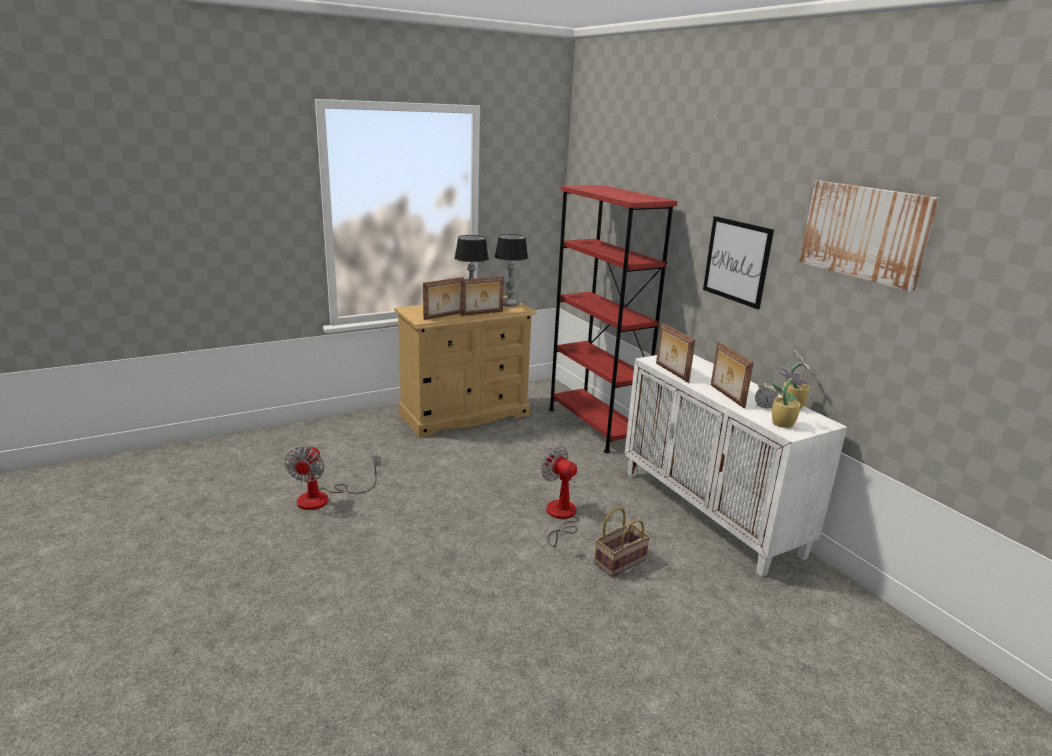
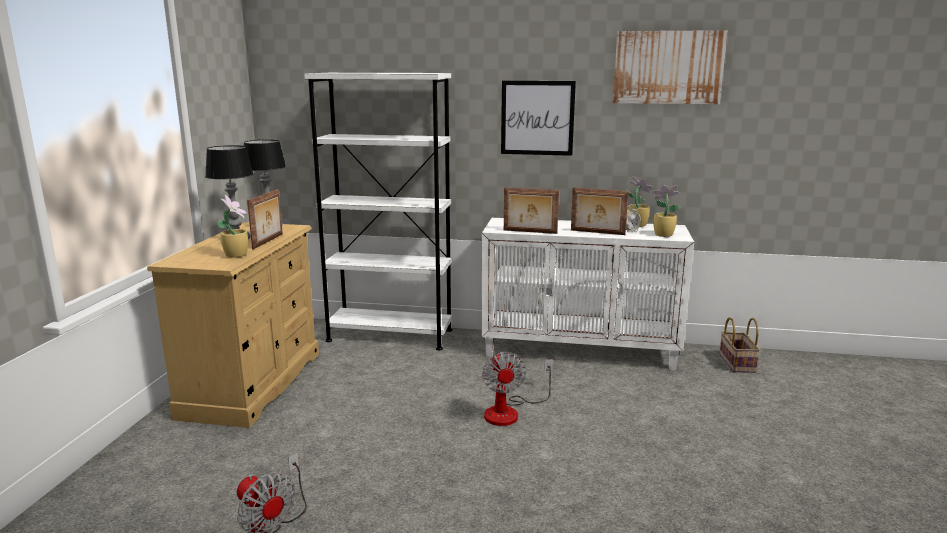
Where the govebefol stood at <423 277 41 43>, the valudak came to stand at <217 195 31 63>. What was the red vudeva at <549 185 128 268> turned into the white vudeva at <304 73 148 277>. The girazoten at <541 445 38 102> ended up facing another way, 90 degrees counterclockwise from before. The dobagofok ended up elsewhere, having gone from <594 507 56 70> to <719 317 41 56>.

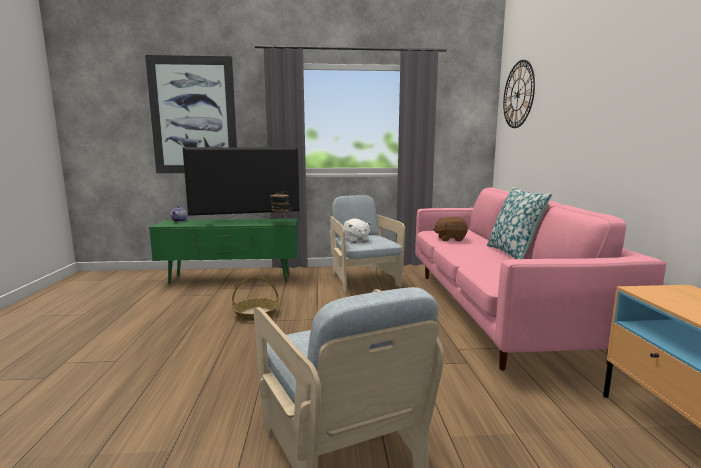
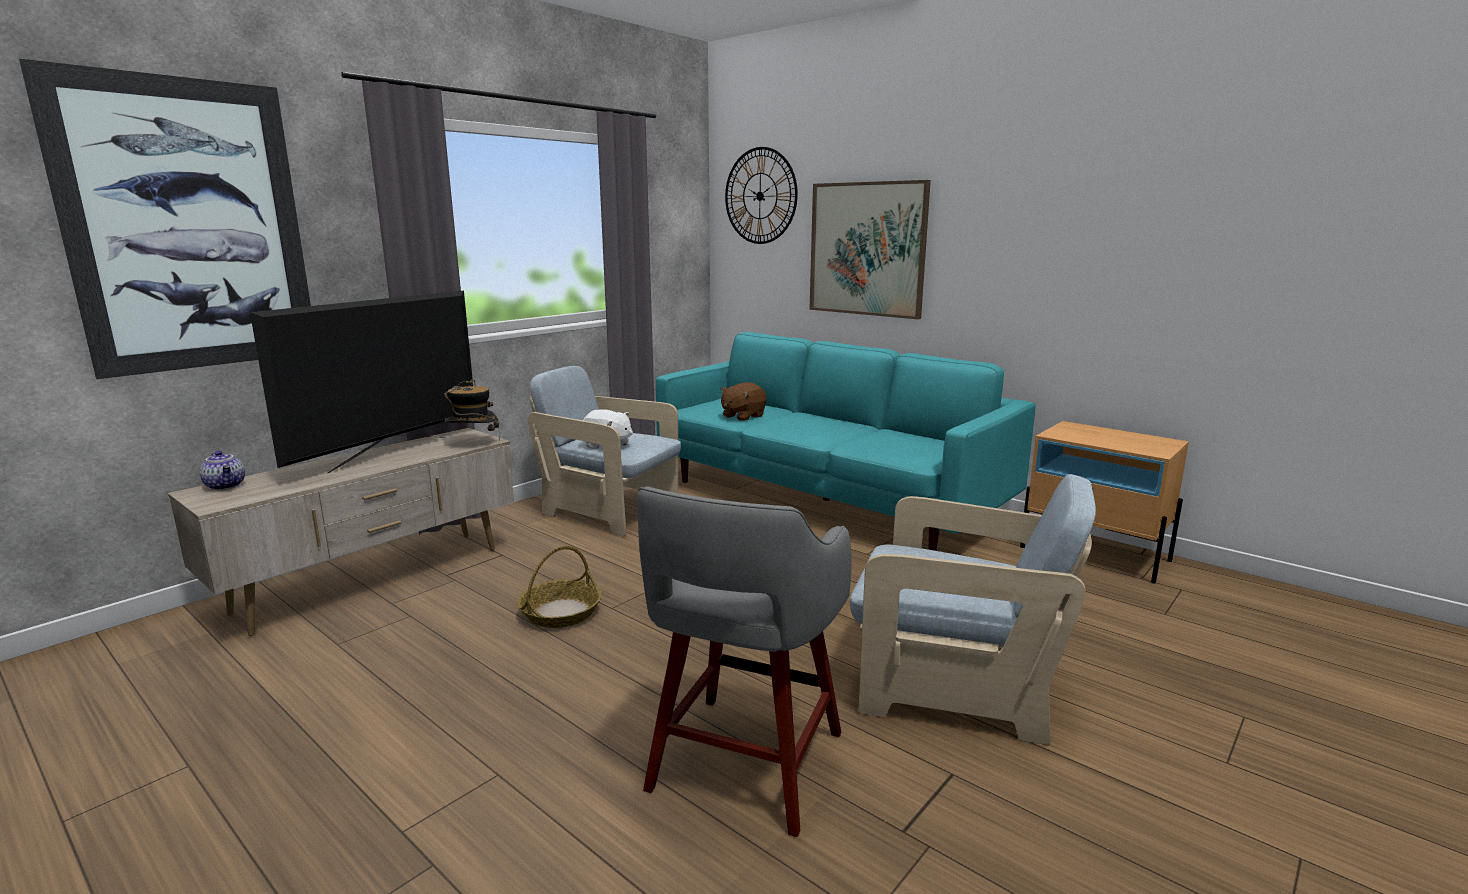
What was the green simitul at <149 219 149 65> turned into the beige simitul at <168 428 346 208>. The second view gained the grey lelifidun at <637 486 215 351>. What was the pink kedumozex at <415 187 251 184> turned into the turquoise kedumozex at <656 332 380 219>. The second view gained the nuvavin at <809 180 122 139>. The second view lost the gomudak at <487 187 65 72>.

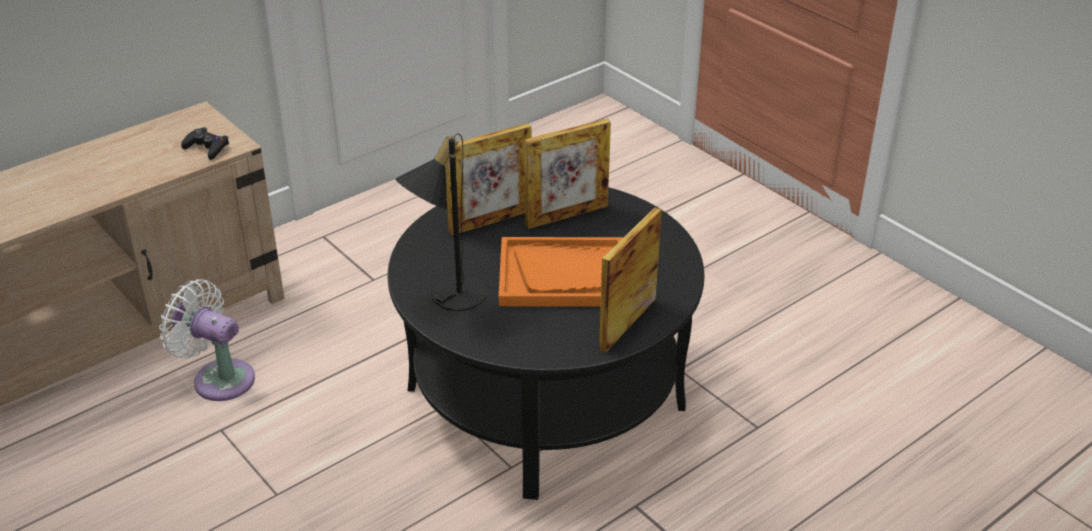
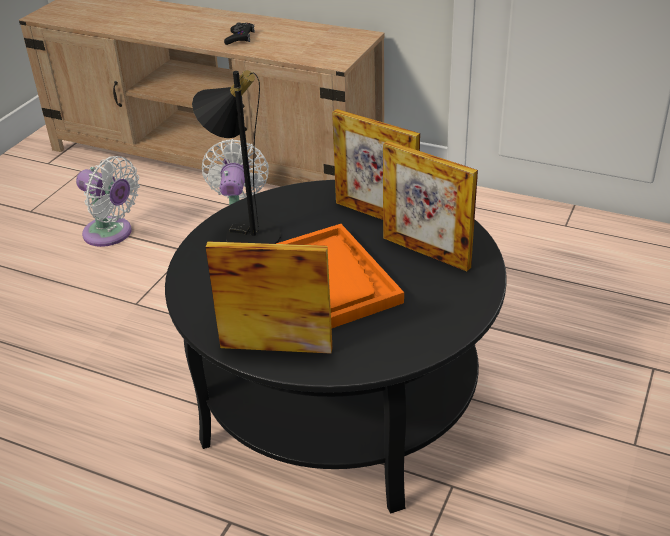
The second view gained the white girazoten at <76 156 64 91>. The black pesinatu ended up elsewhere, having gone from <181 127 48 33> to <224 23 31 22>.

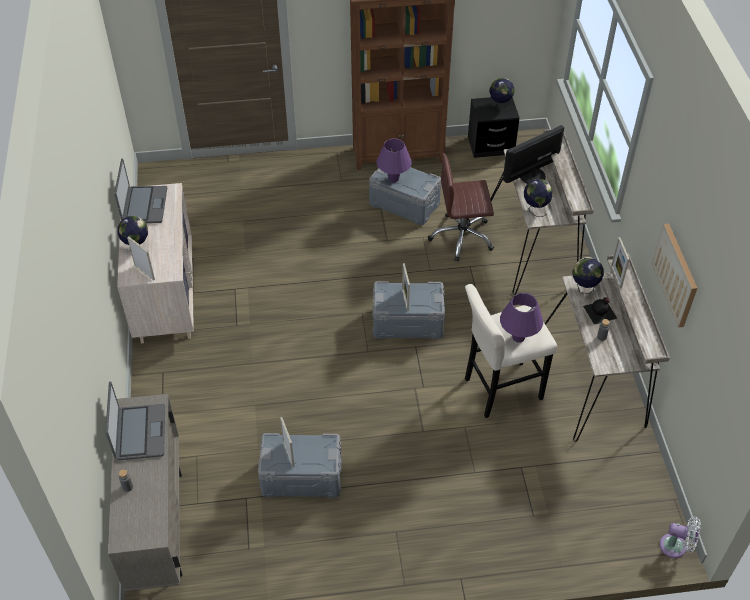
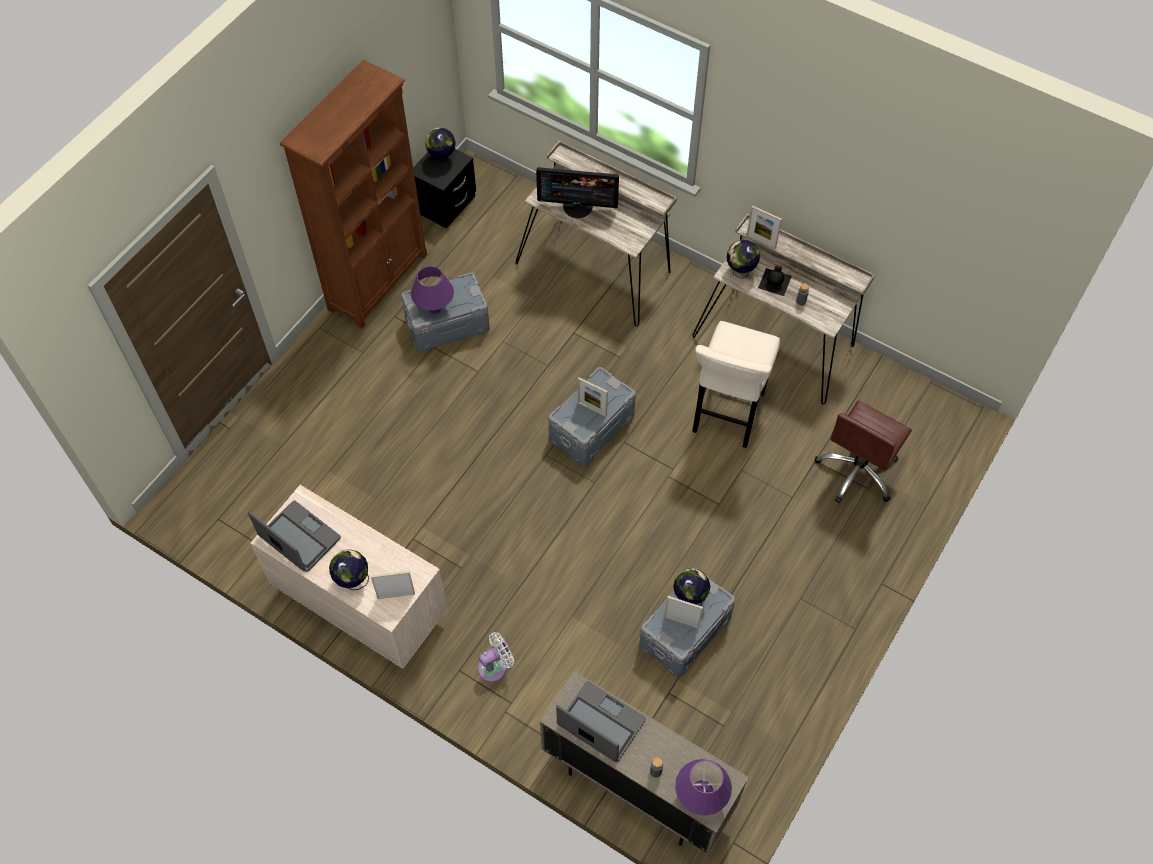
The white girazoten ended up elsewhere, having gone from <659 517 42 41> to <478 632 36 50>. The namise at <503 125 61 59> ended up facing another way, 90 degrees counterclockwise from before. The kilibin ended up elsewhere, having gone from <524 179 29 38> to <673 568 37 38>. The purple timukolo ended up elsewhere, having gone from <500 293 43 50> to <675 759 57 56>. The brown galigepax ended up elsewhere, having gone from <428 153 66 109> to <815 401 97 102>. The second view lost the nuvavin at <652 224 45 104>.

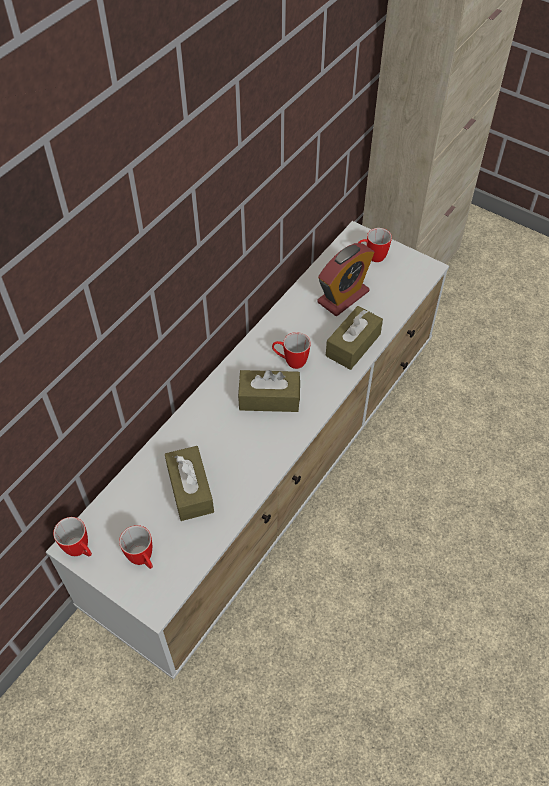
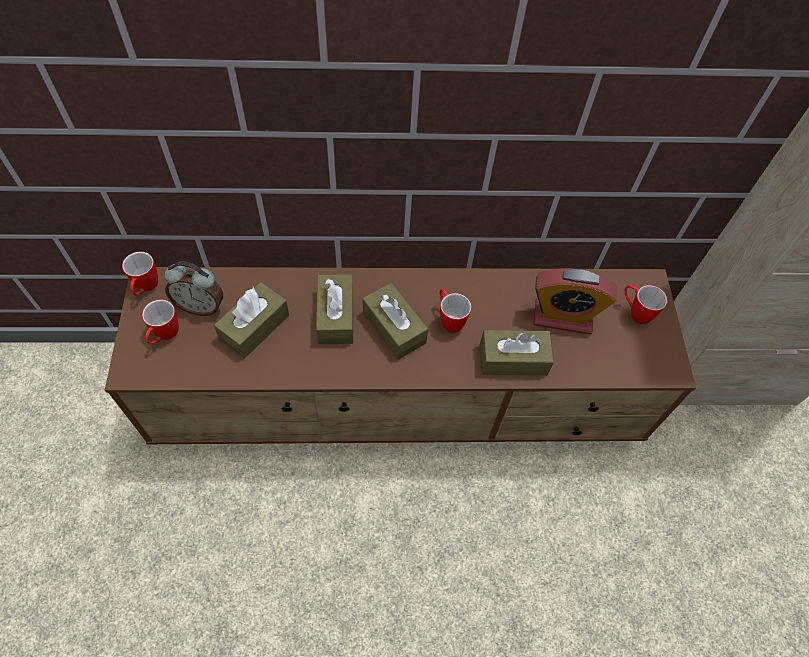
What was the white simitul at <46 221 403 458> turned into the brown simitul at <105 267 591 177>. The second view gained the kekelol at <165 261 58 55>. The second view gained the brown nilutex at <316 274 37 70>.

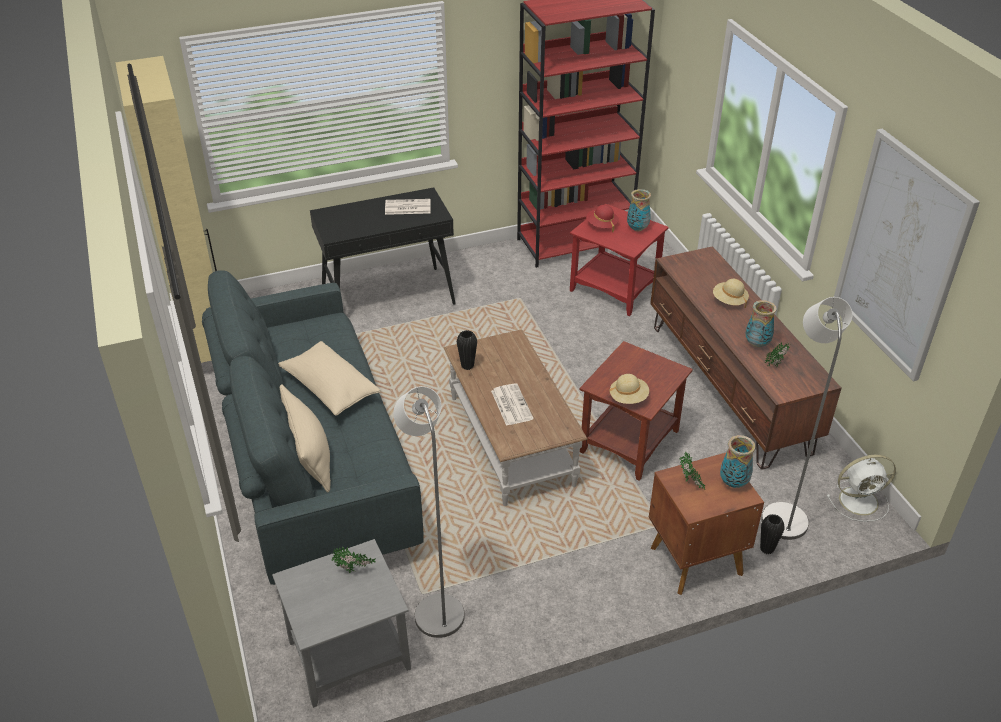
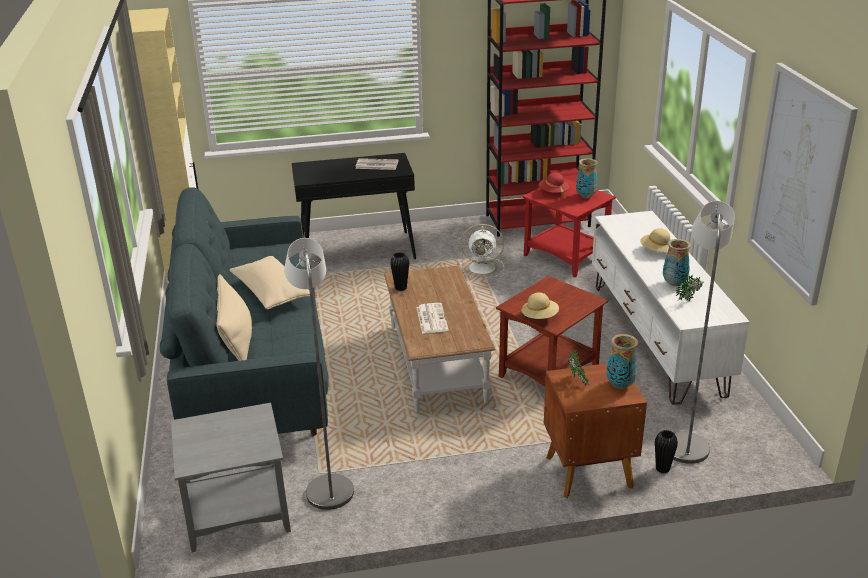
The white girazoten ended up elsewhere, having gone from <827 454 69 68> to <460 224 44 54>. What was the brown simitul at <650 246 191 224> turned into the white simitul at <592 211 158 194>. The second view lost the valudak at <332 546 44 27>.

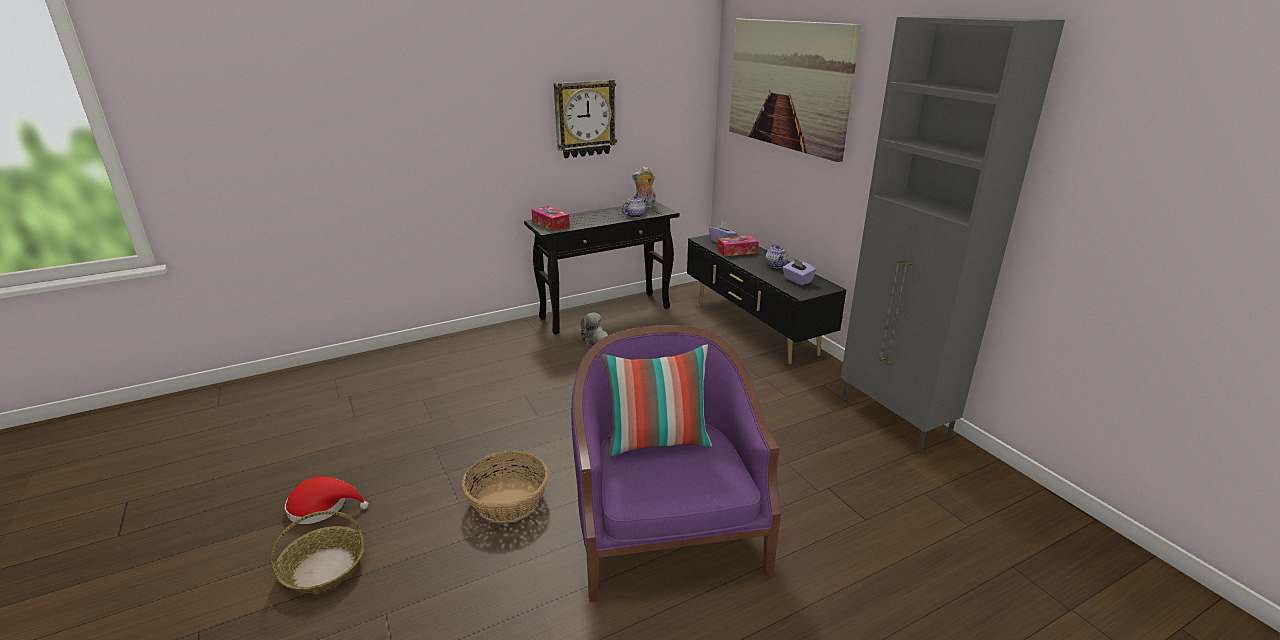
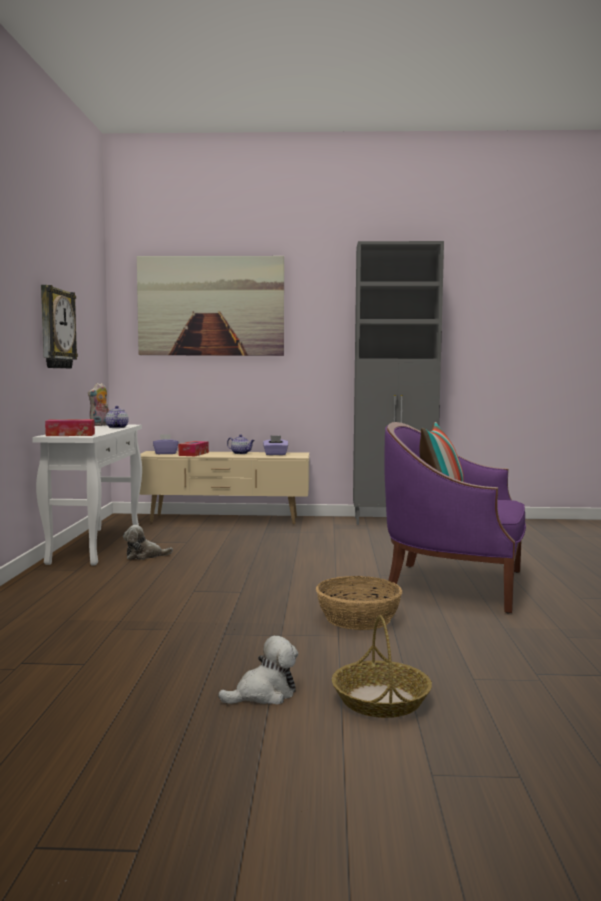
What was the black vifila at <524 201 155 133> turned into the white vifila at <32 425 110 140>. What was the black simitul at <687 235 160 130> turned into the beige simitul at <139 451 170 73>. Where the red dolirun stood at <285 476 84 48>, the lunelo came to stand at <218 636 80 69>.

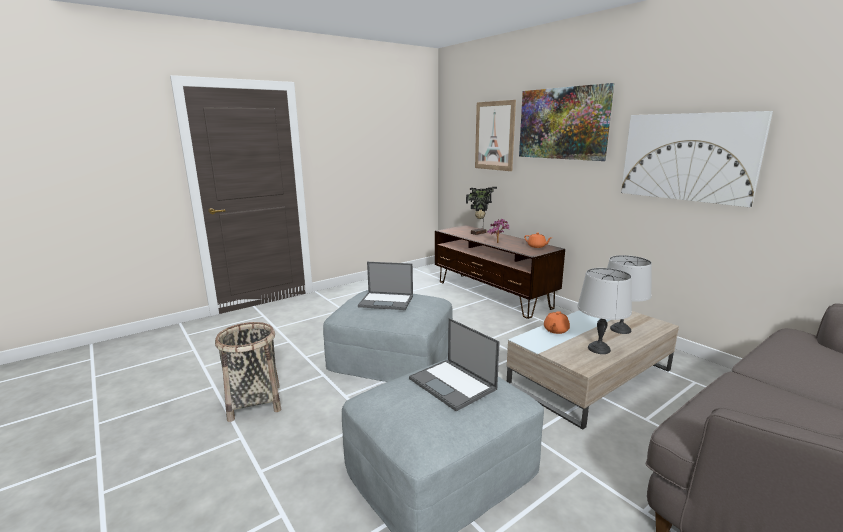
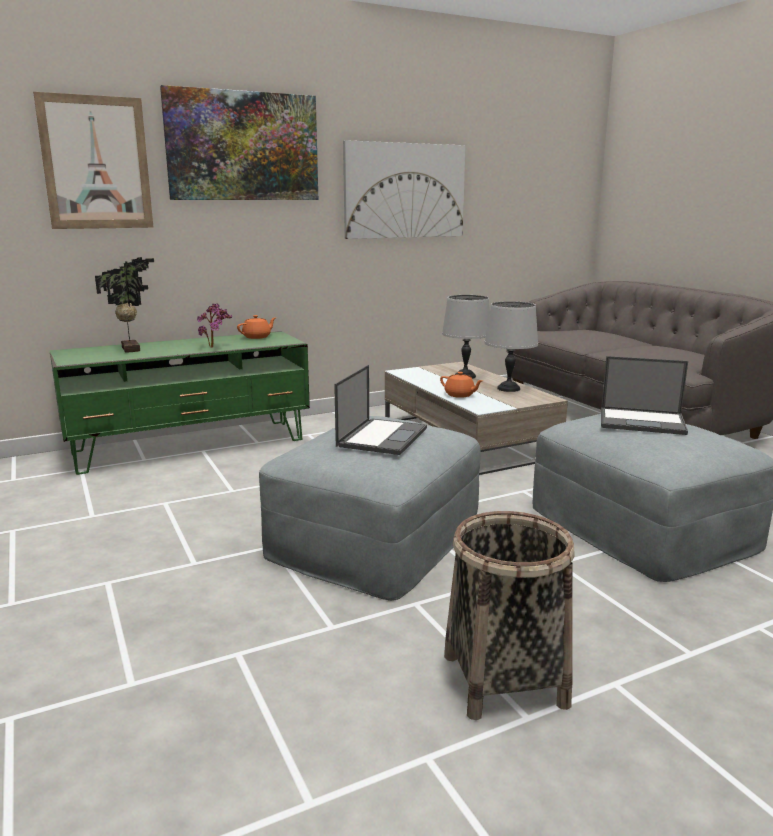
What was the brown simitul at <435 225 130 94> turned into the green simitul at <49 331 261 144>. The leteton at <409 318 91 93> ended up facing another way, 45 degrees clockwise from before.

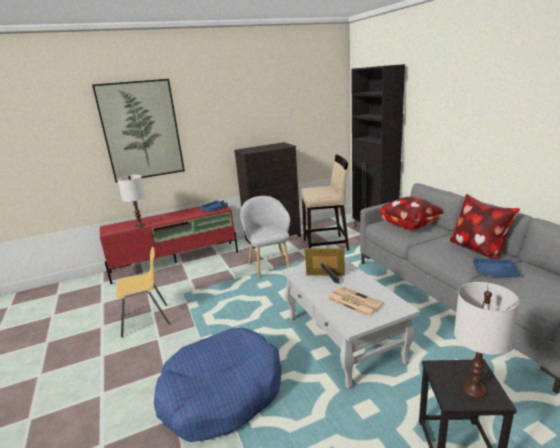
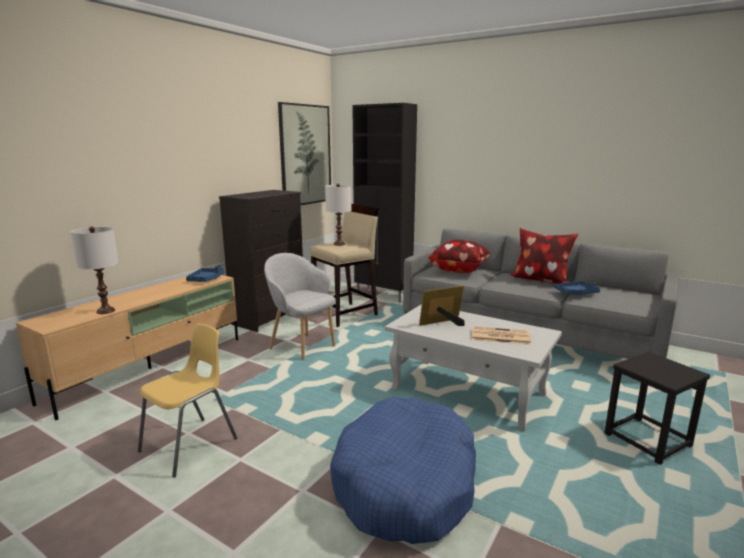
What was the red simitul at <100 206 138 78> turned into the beige simitul at <16 275 222 145>. The nuvavin ended up elsewhere, having gone from <92 79 93 103> to <278 102 53 103>. The white timukolo ended up elsewhere, having gone from <454 282 65 116> to <325 183 27 63>.

